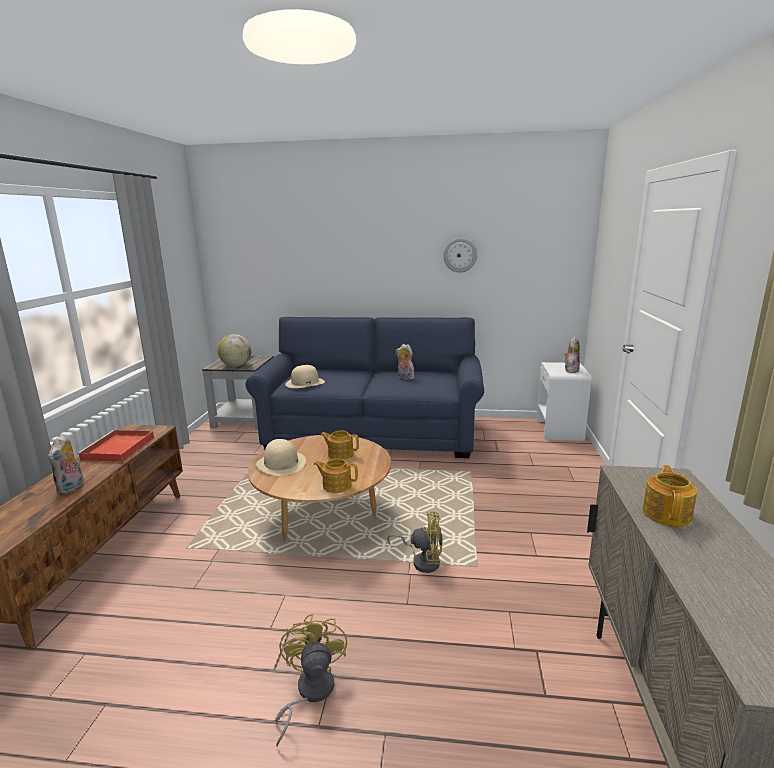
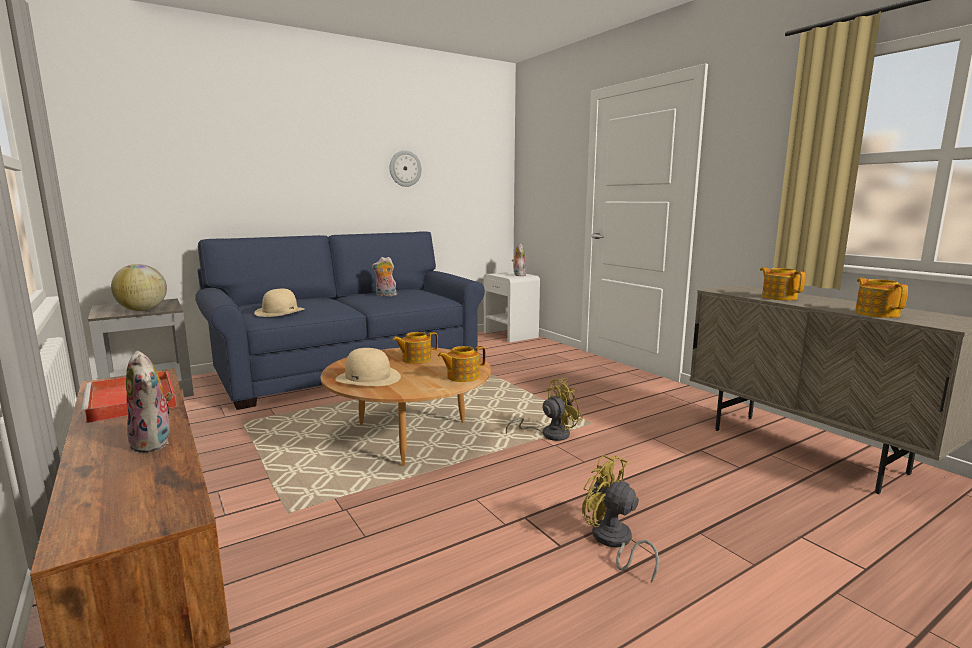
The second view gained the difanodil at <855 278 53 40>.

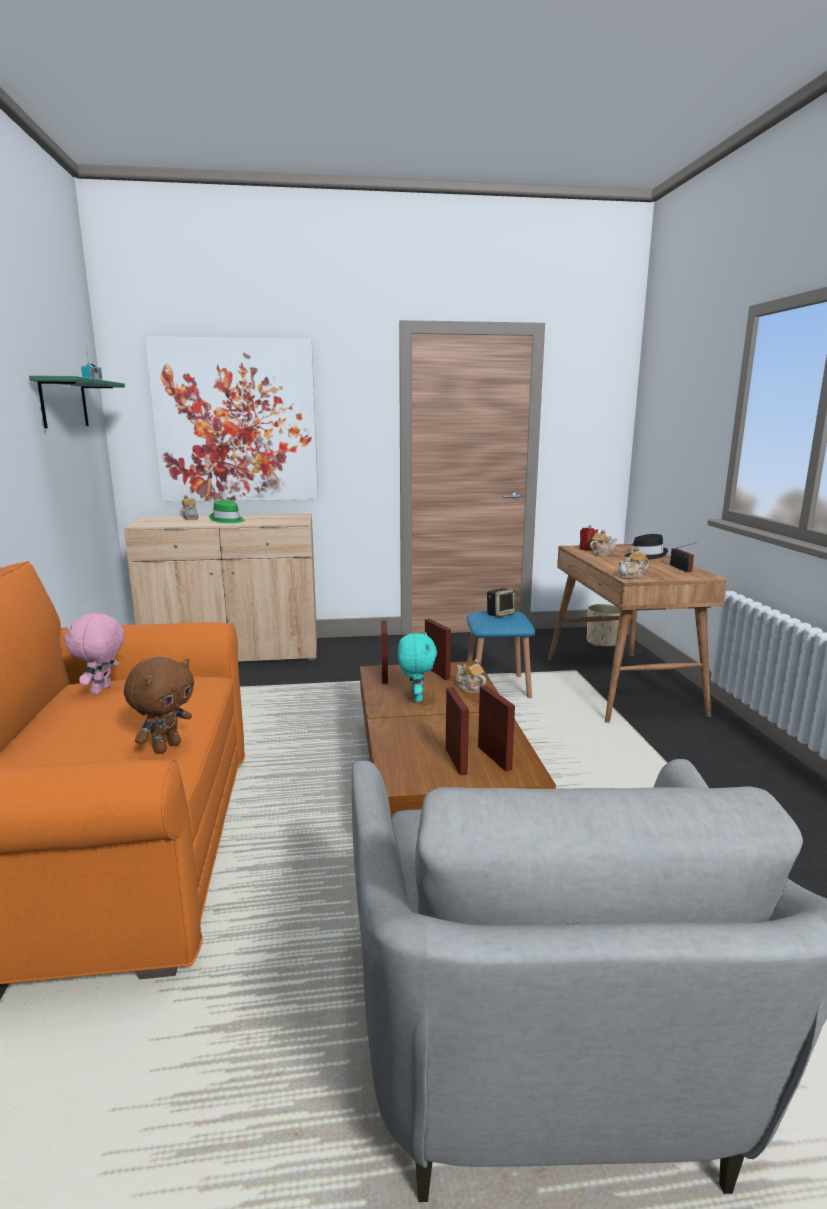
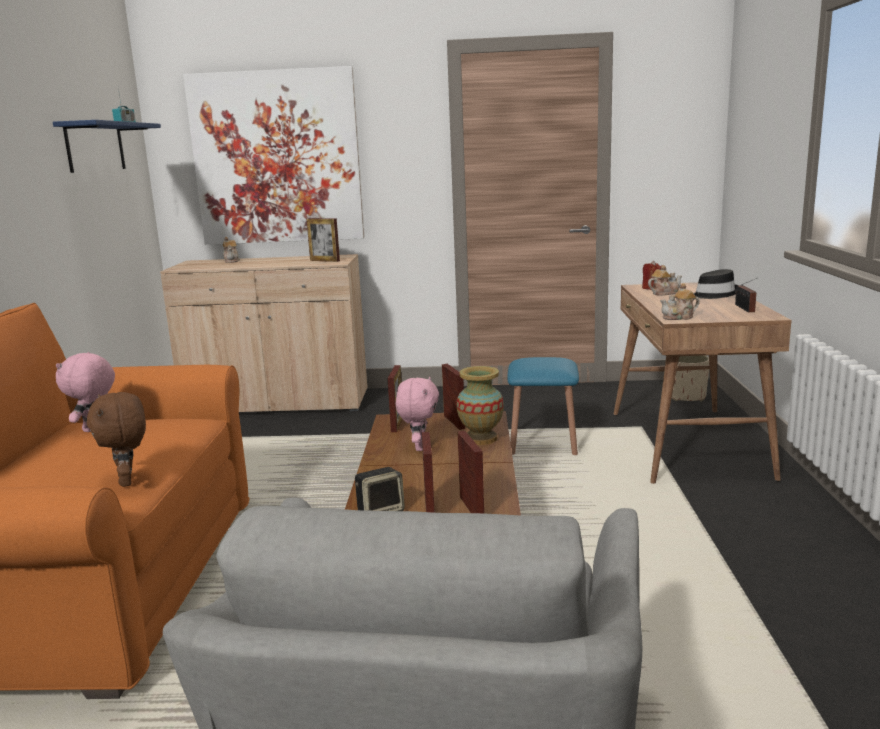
What was the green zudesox at <29 376 96 52> turned into the blue zudesox at <53 120 108 53>. The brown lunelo at <124 657 70 97> ended up facing another way, 120 degrees clockwise from before. The second view gained the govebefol at <307 218 33 44>. The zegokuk ended up elsewhere, having gone from <487 588 28 29> to <355 467 50 44>. What was the turquoise lunelo at <398 632 39 70> turned into the pink lunelo at <396 377 43 74>. Where the difanodil stood at <456 659 30 34>, the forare came to stand at <457 366 47 79>. The second view lost the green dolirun at <209 500 36 23>.

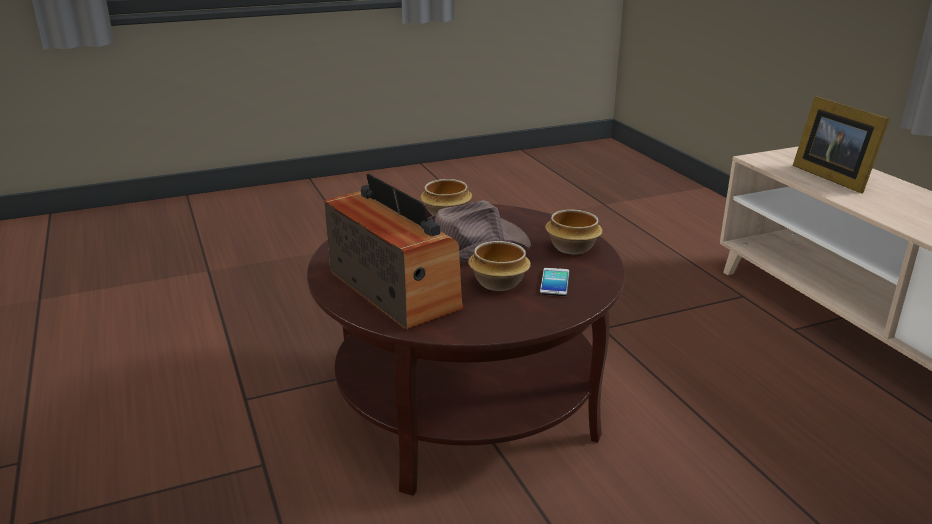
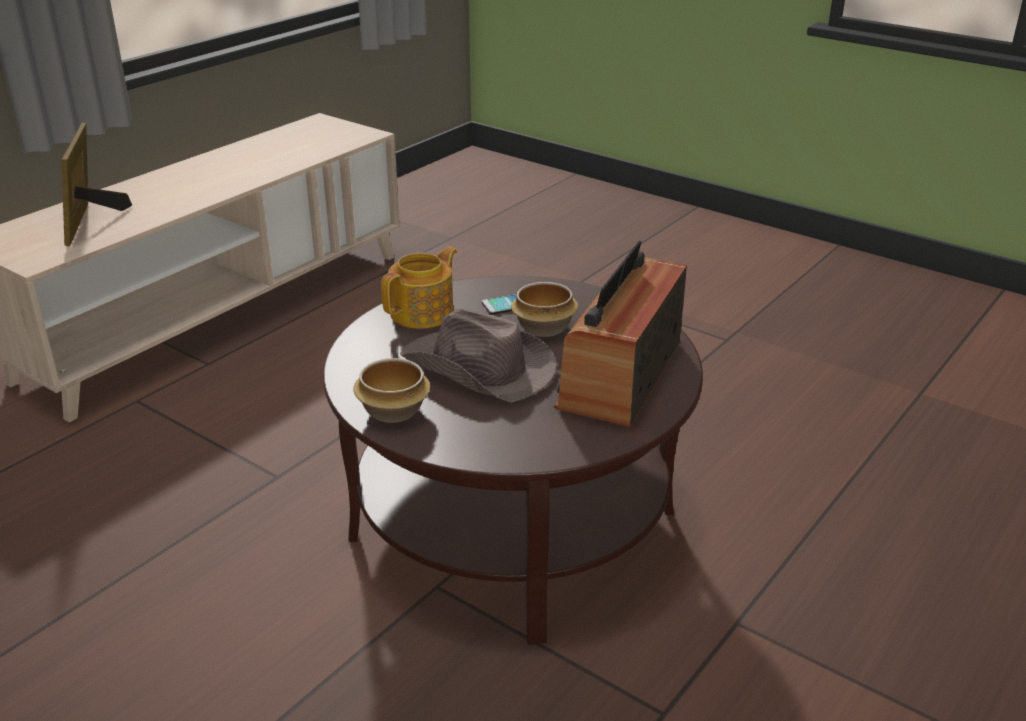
The govebefol at <793 96 97 97> ended up facing another way, 135 degrees clockwise from before. Where the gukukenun stood at <545 209 58 46>, the difanodil came to stand at <381 247 76 82>.

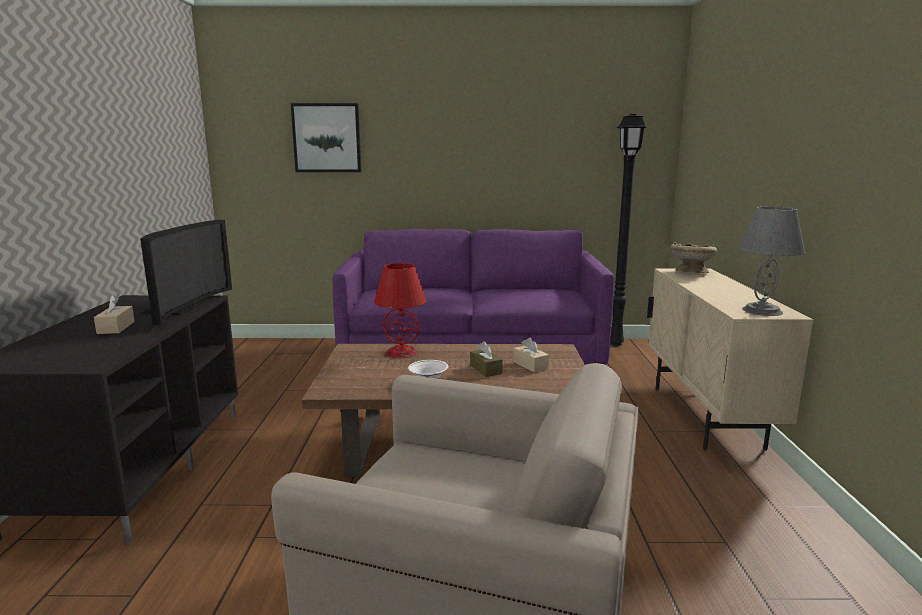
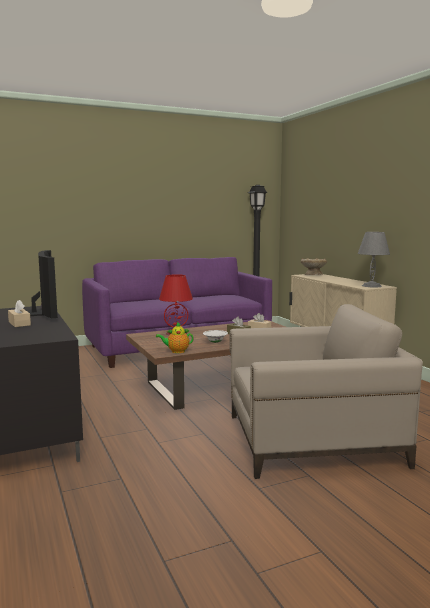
The second view gained the difanodil at <156 322 38 31>. The second view lost the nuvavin at <291 103 71 69>.

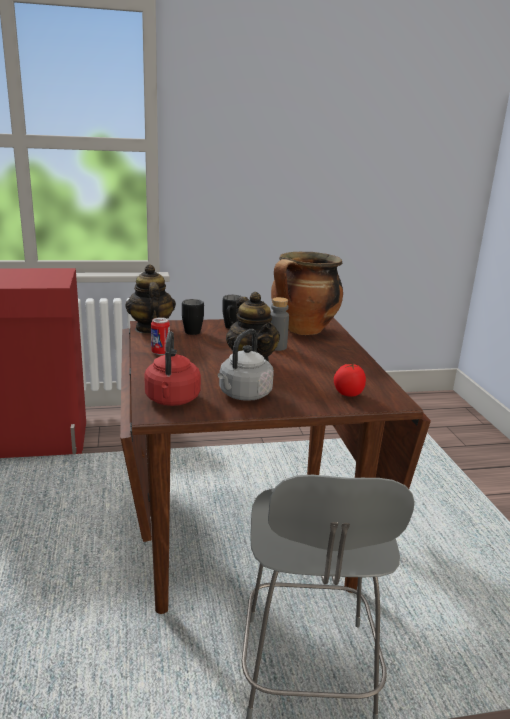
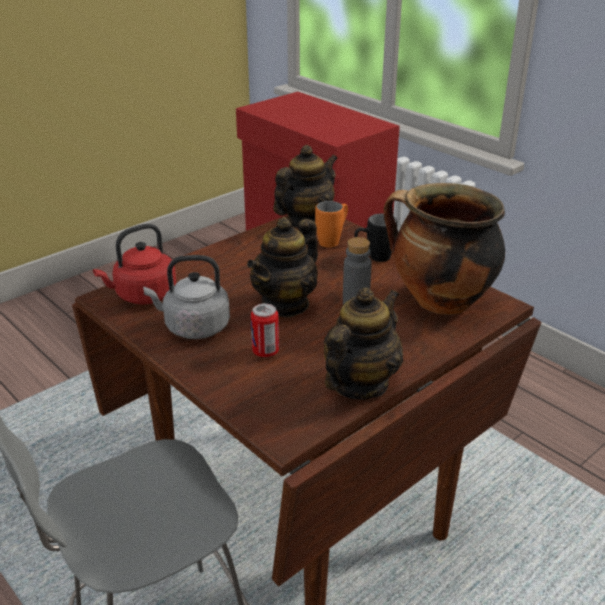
The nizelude ended up elsewhere, having gone from <151 317 19 38> to <251 303 28 54>. What was the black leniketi at <182 299 22 36> turned into the orange leniketi at <315 201 33 47>. The second view gained the difanodil at <324 288 79 112>. The second view lost the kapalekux at <334 363 32 34>.

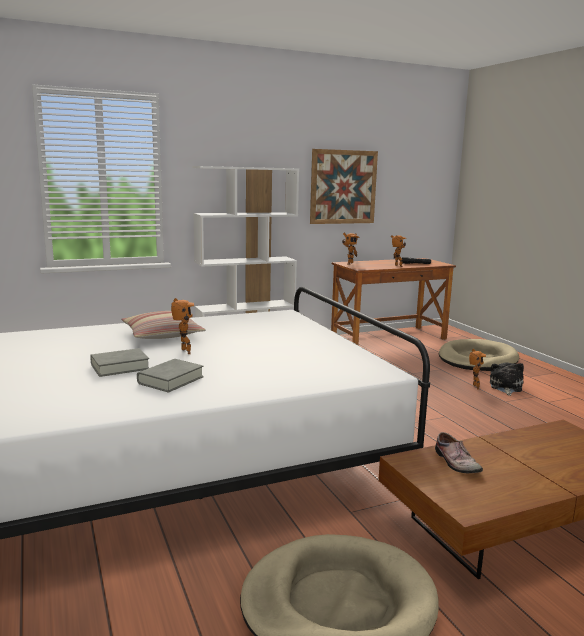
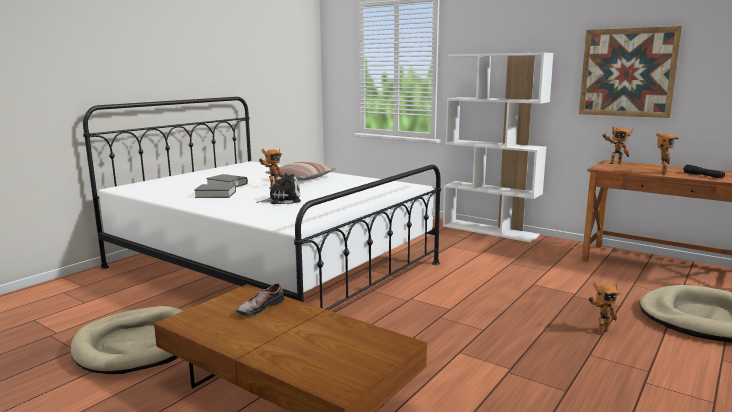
The lunelo ended up elsewhere, having gone from <490 362 34 34> to <256 173 45 31>.

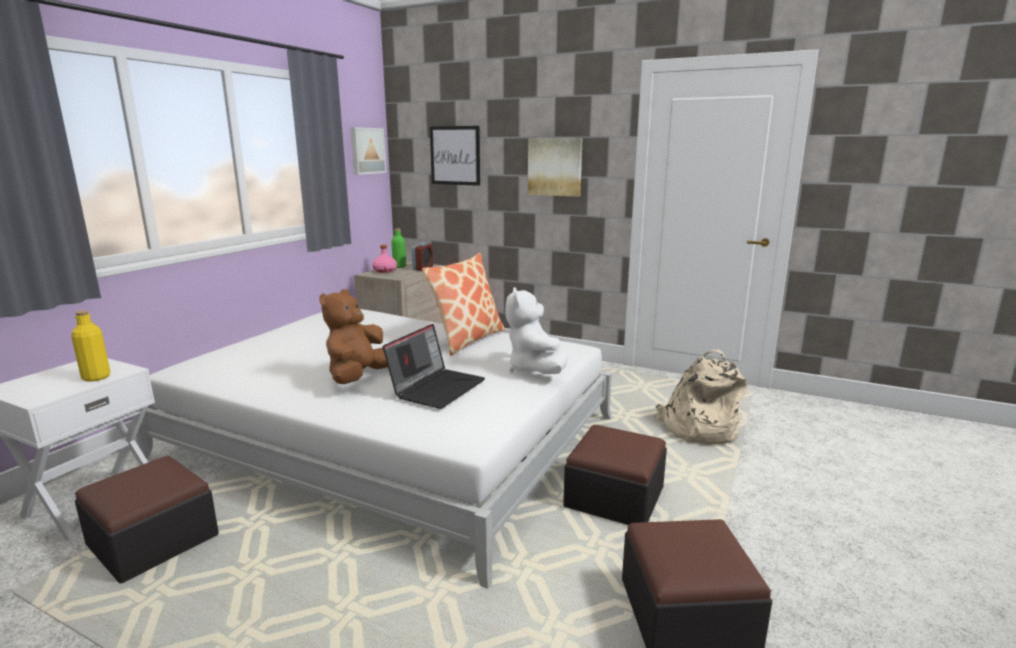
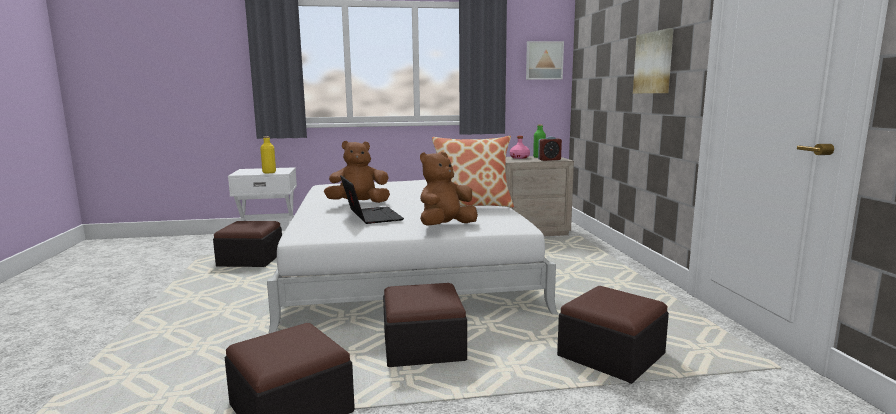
The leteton at <383 324 102 85> ended up facing another way, 105 degrees counterclockwise from before. What was the white lunelo at <506 287 63 87> turned into the brown lunelo at <420 152 58 74>. Where the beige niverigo stood at <655 350 93 94>, the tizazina came to stand at <557 286 112 98>. The second view lost the nuvavin at <430 126 50 60>.

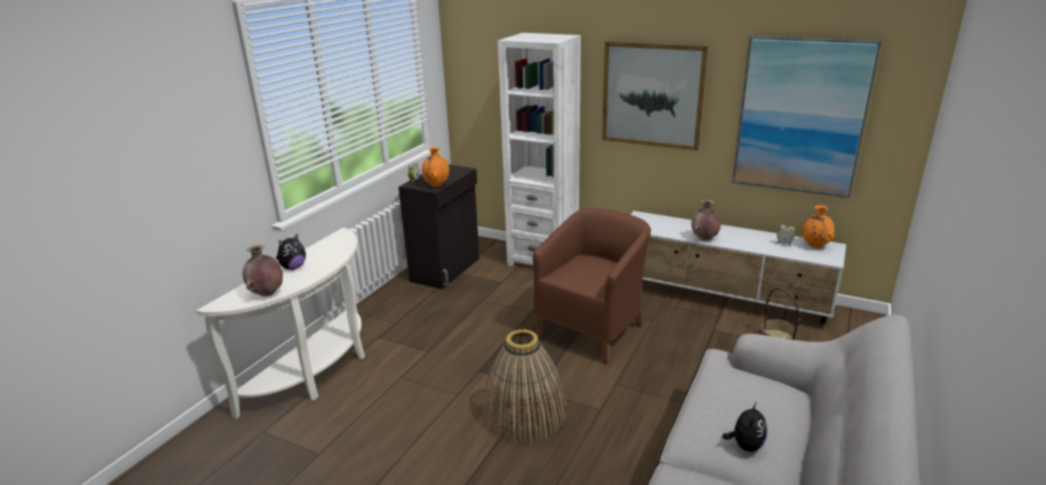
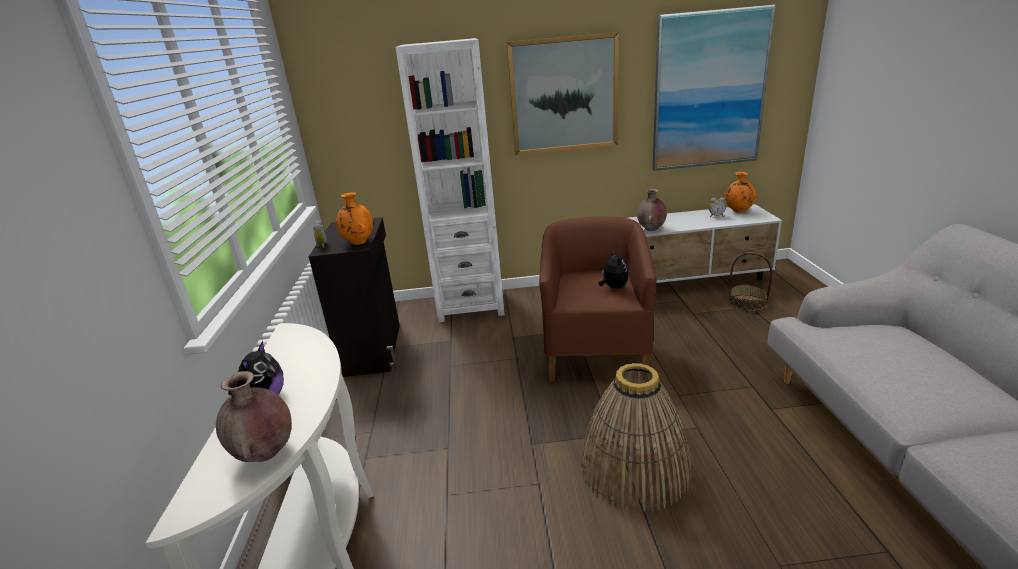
The lunelo ended up elsewhere, having gone from <722 401 45 51> to <599 251 30 38>.

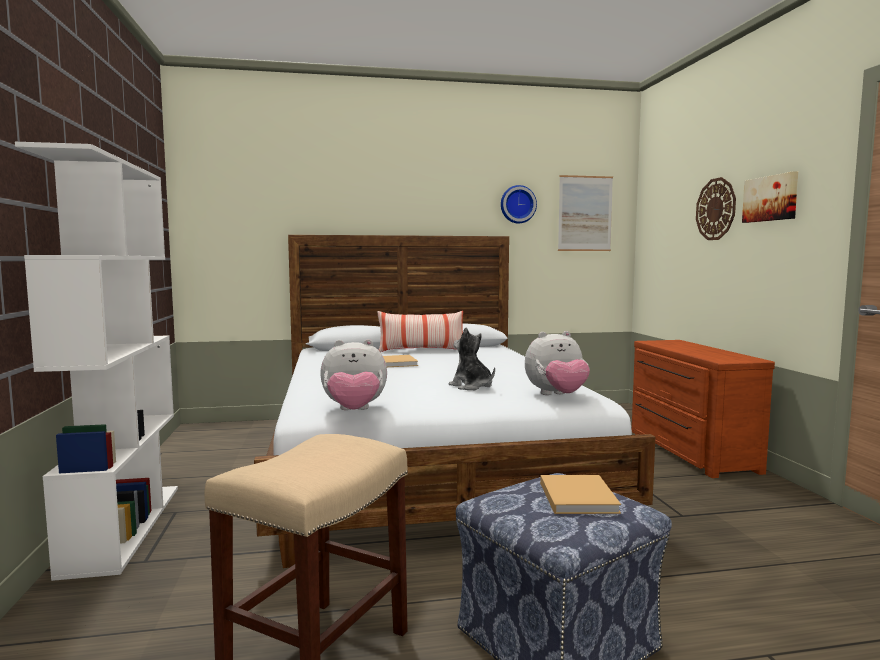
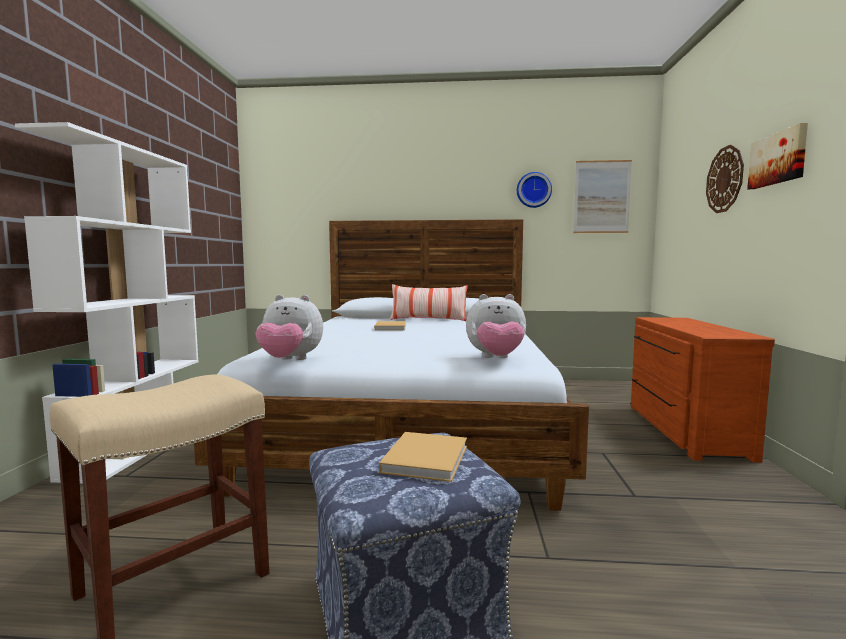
The second view lost the lunelo at <449 327 46 63>.

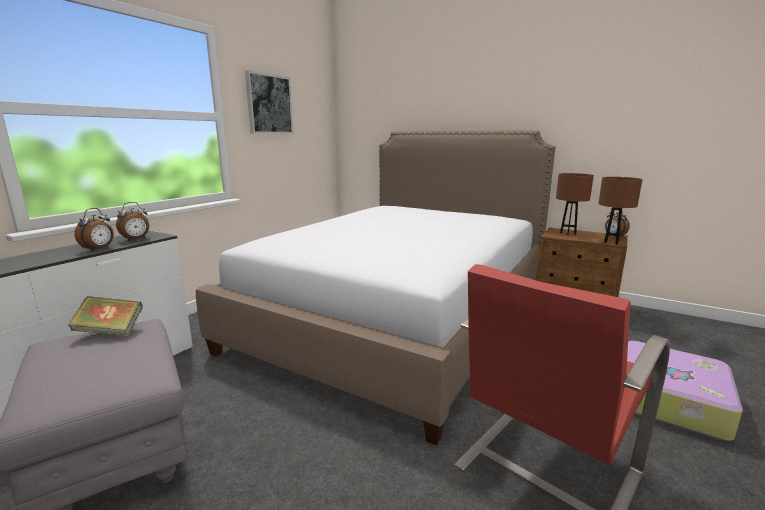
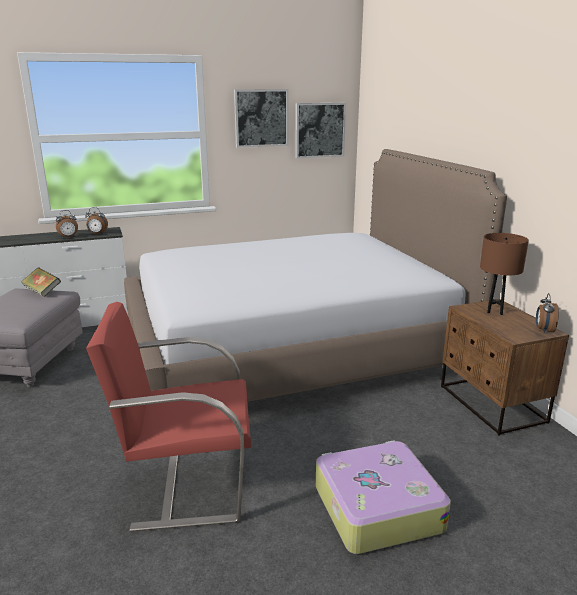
The second view gained the nuvavin at <295 103 51 55>. The second view lost the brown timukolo at <598 177 45 68>.

